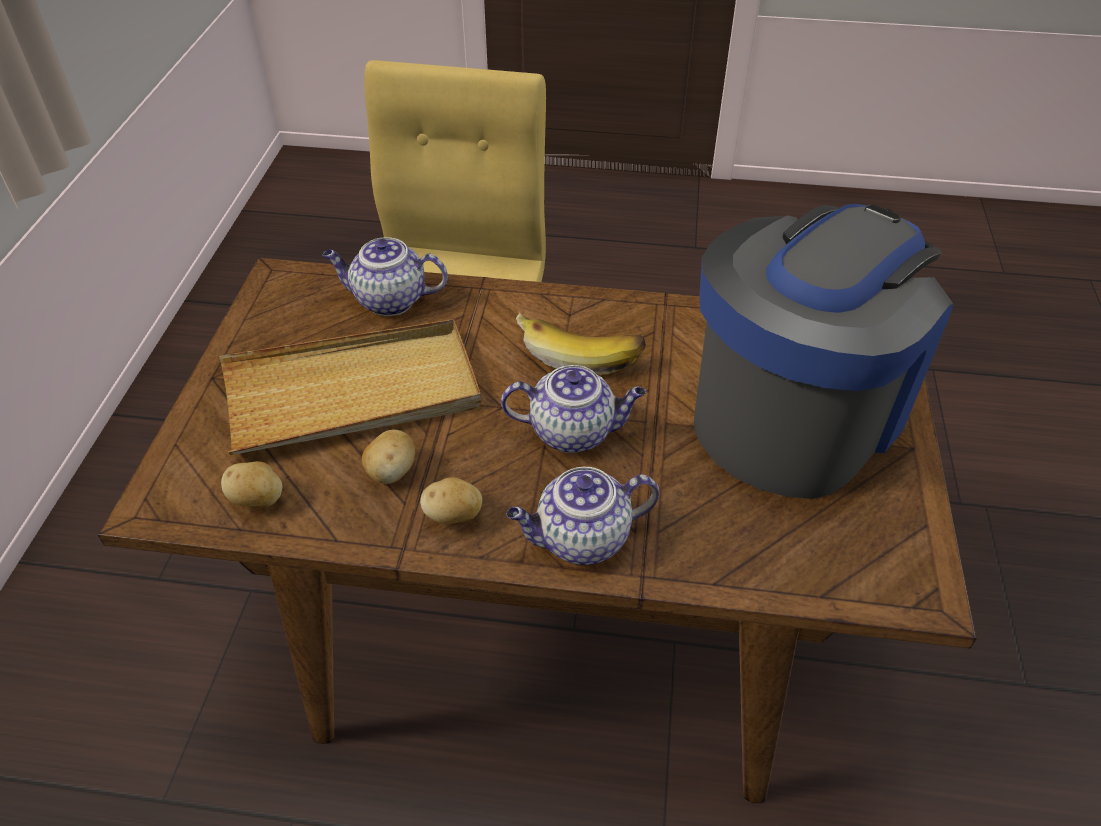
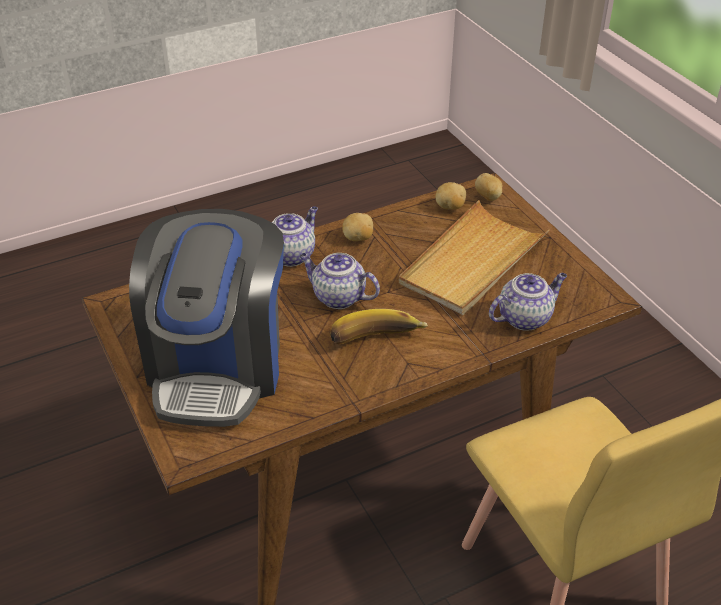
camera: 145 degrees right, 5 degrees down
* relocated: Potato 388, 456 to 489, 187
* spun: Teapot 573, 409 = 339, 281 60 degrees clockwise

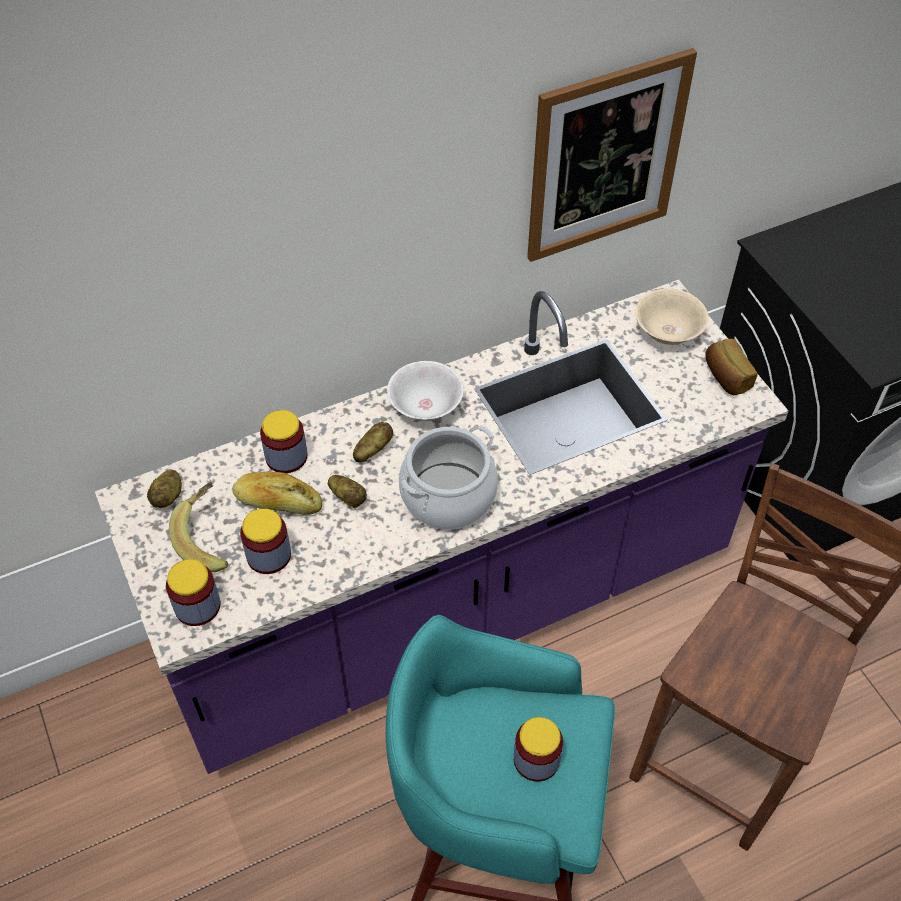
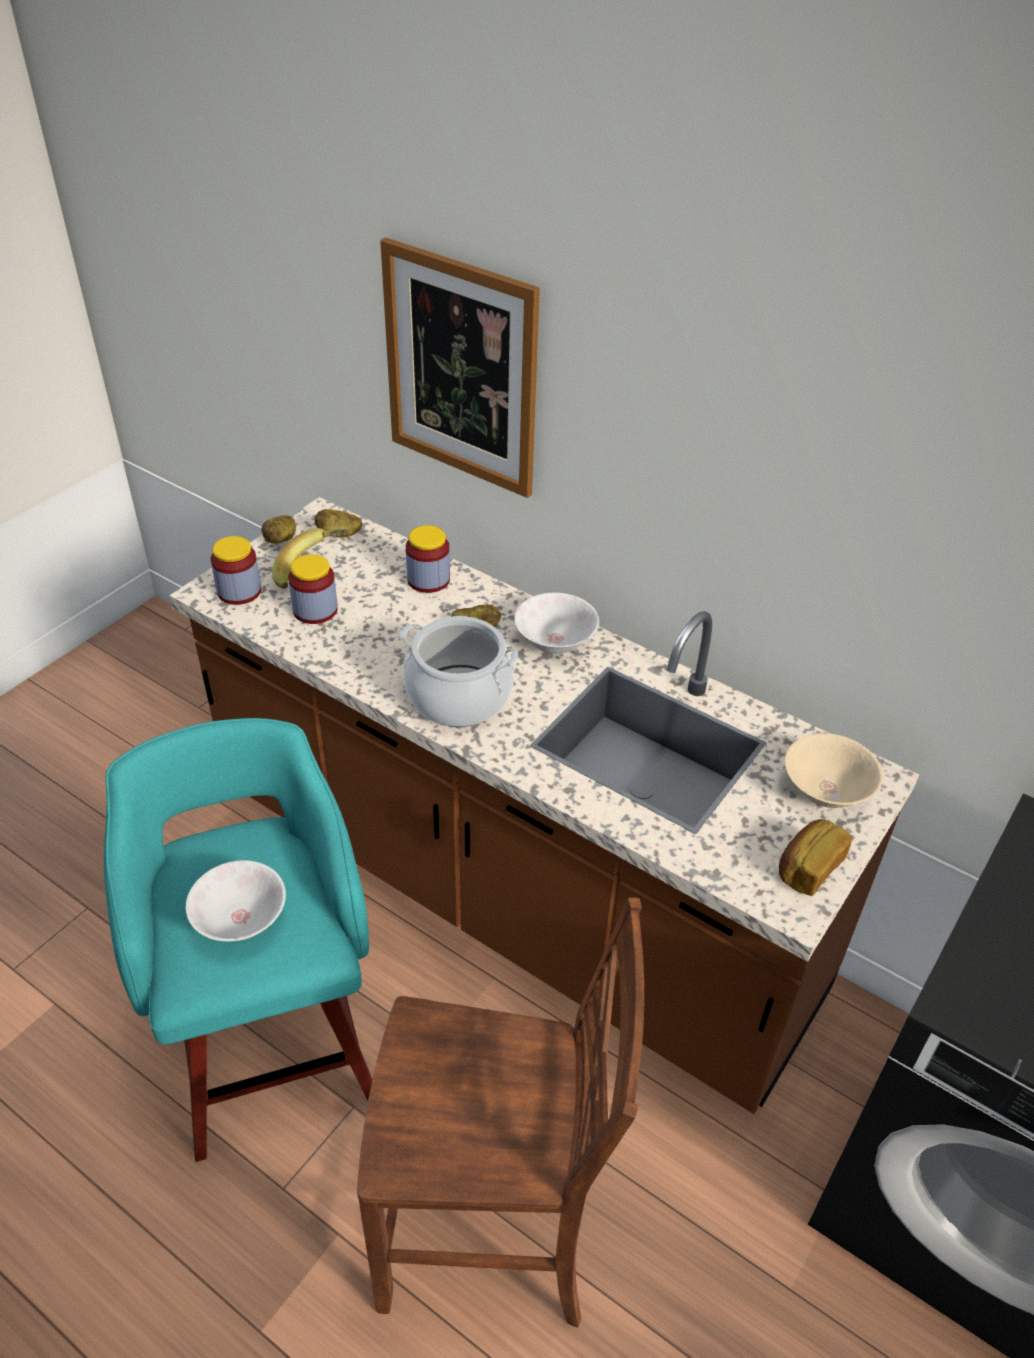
camera: 60 degrees right, 10 degrees down
* colour: PurpleCounter 441, 527 to BrownCounter 544, 805
* missing: Bread 277, 493
* relocated: Potato 347, 491 to 278, 529
* exchanged: Jar 538, 749 to WhiteBowl 236, 900
* relocated: Picture 612, 155 to 460, 367

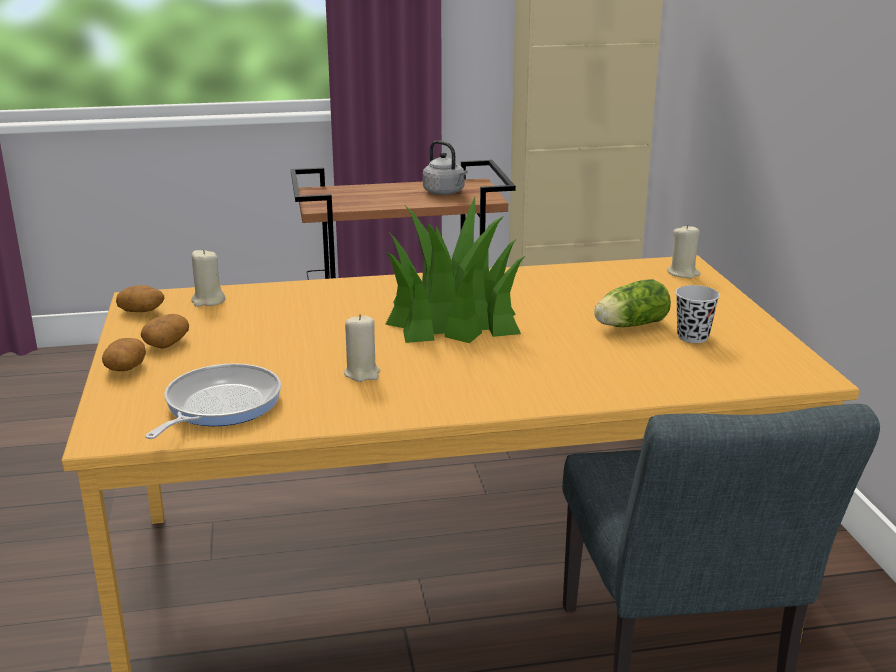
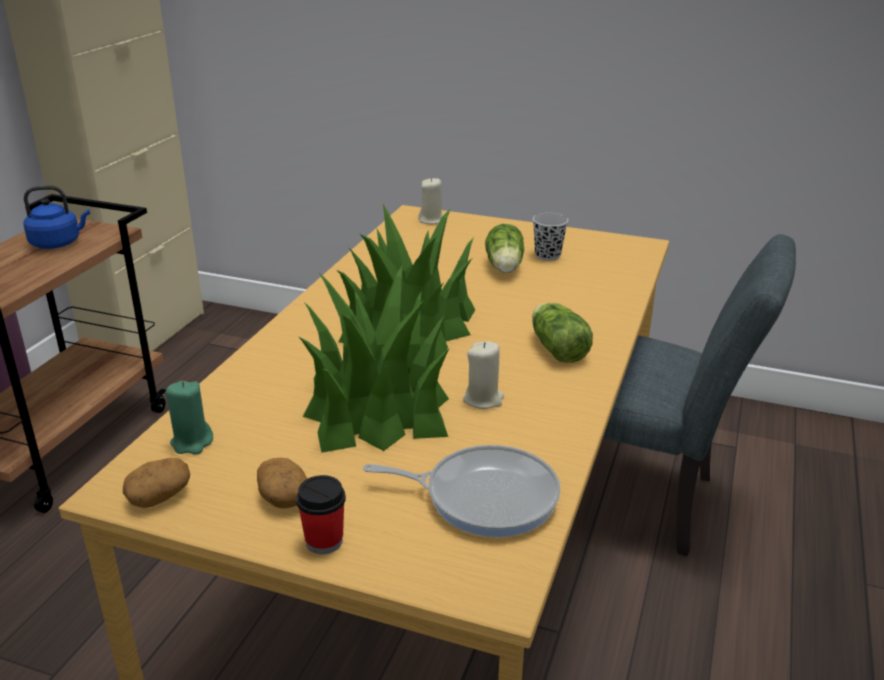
camera: 60 degrees left, 5 degrees up
* exchanged: Potato 124, 354 to Cup 321, 514
* spun: FryingPan 213, 401 = 462, 491 135 degrees clockwise
* colour: BeigeCandle 208, 278 to GreenCandle 189, 418
* colour: GreyKettle 445, 167 to BlueKettle 56, 217
* appeared: PottedPlant 374, 358
* appeared: Lettuce 562, 333

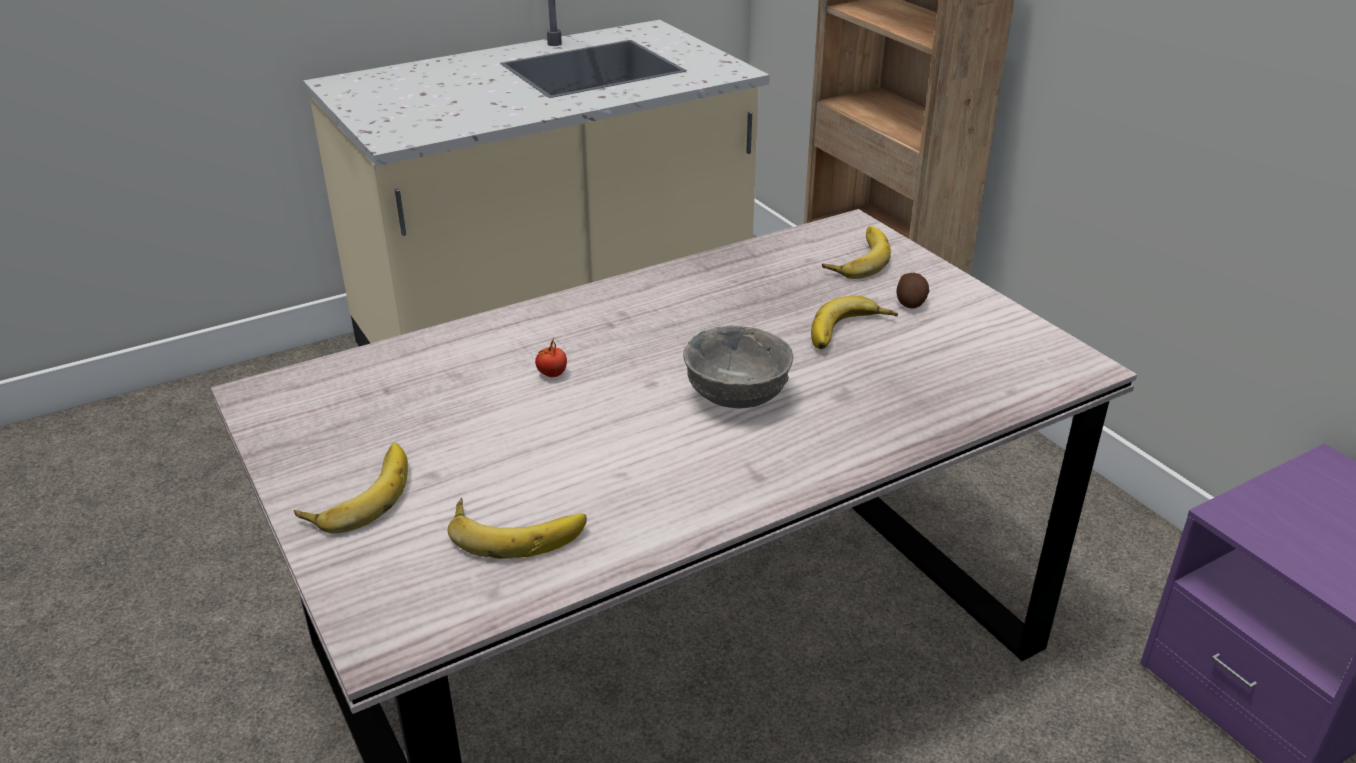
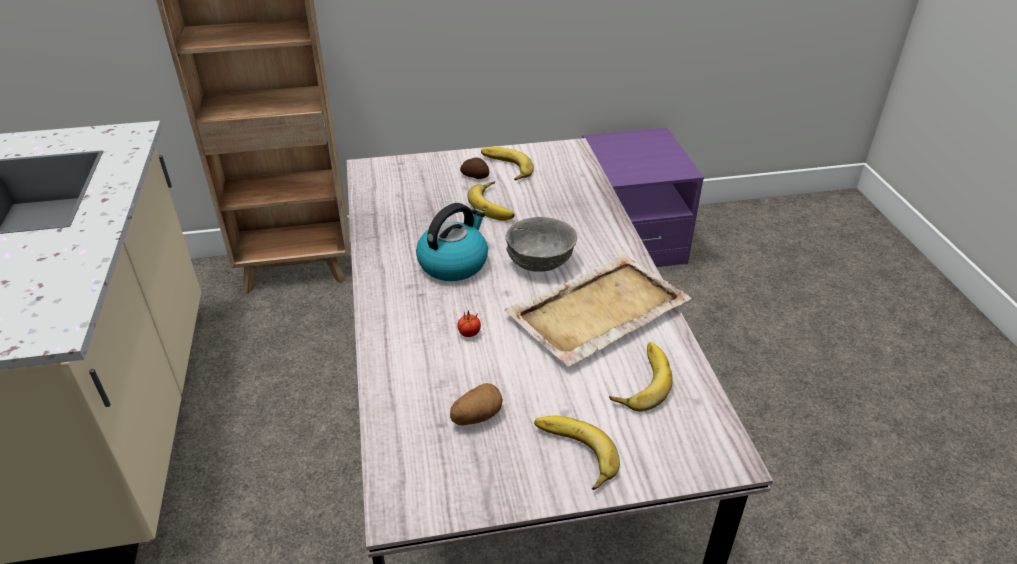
camera: 70 degrees left, 5 degrees up
* relocated: Banana 856, 252 to 507, 164
* appeared: Kettle 452, 242
* appeared: Potato 476, 404
* appeared: BeigeTray 597, 310

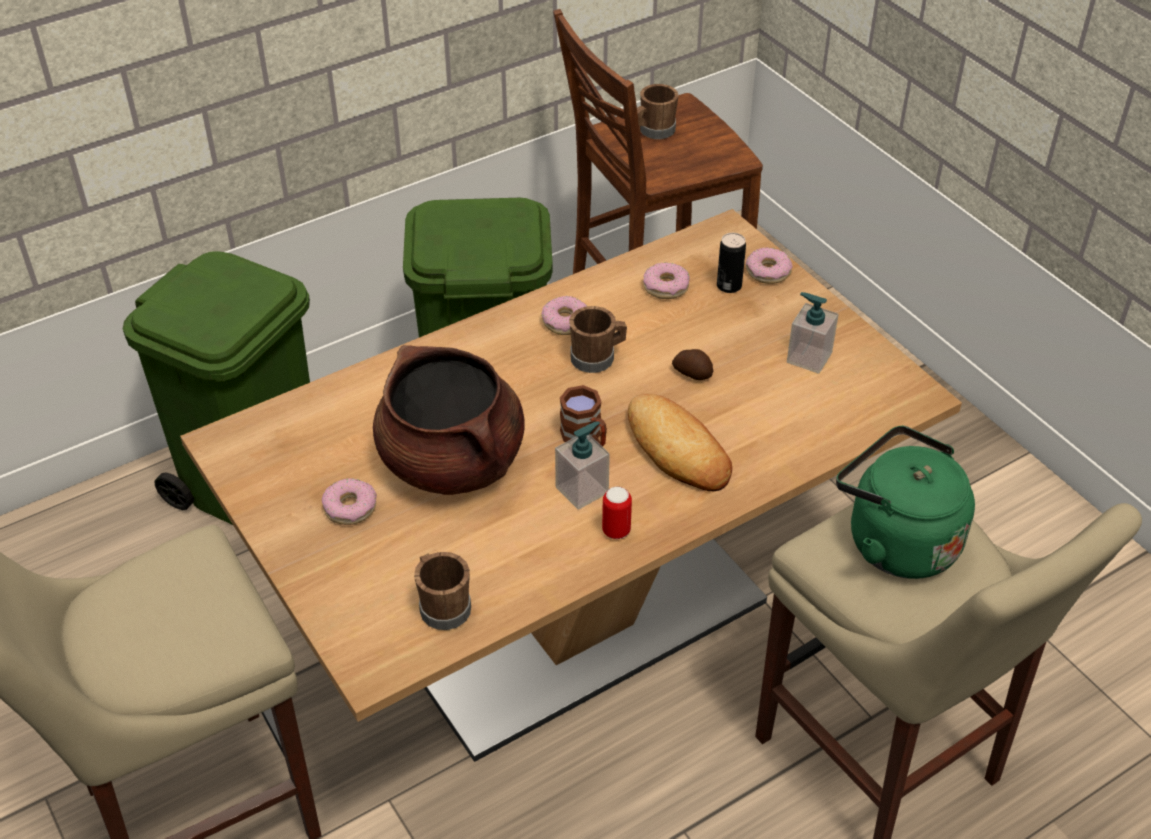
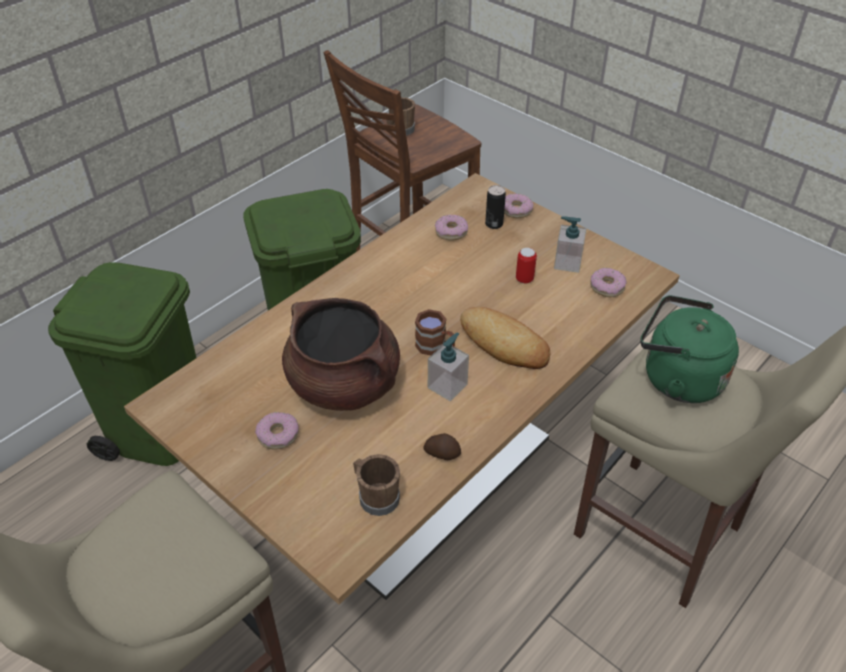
camera: 15 degrees left, 0 degrees up
* relocated: Donut 564, 315 to 608, 282
* missing: BrownMug 598, 339
* relocated: Can 617, 513 to 526, 266
* relocated: Potato 692, 364 to 442, 446

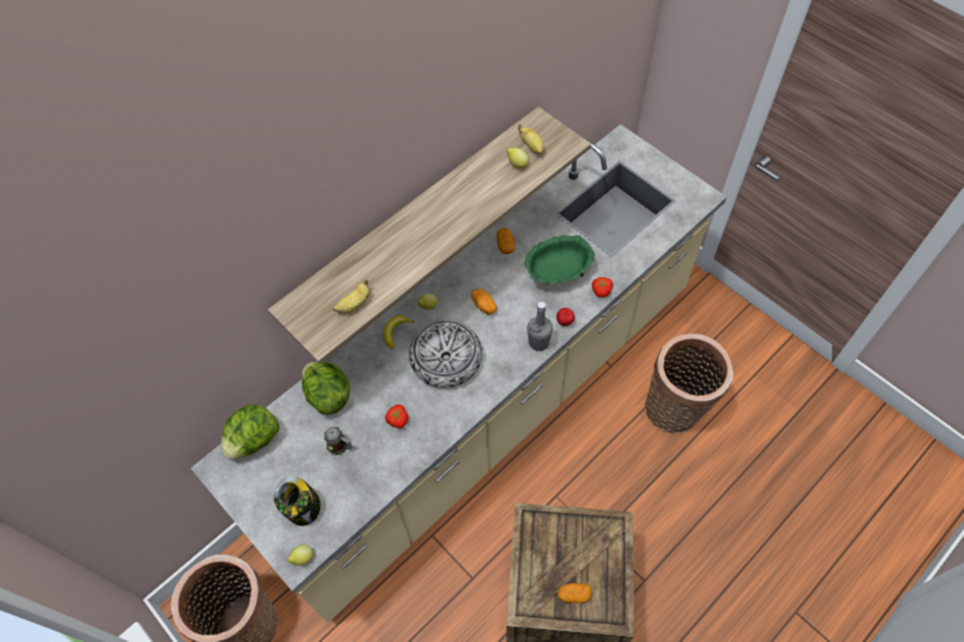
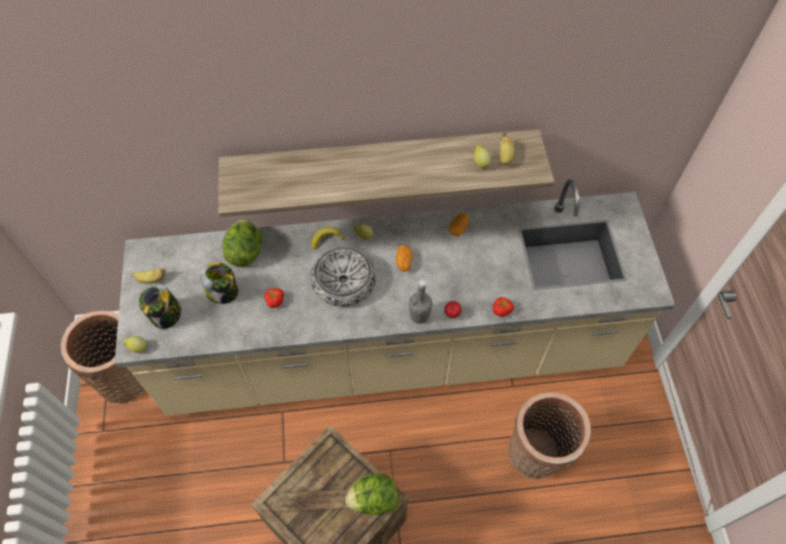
camera: 35 degrees right, 0 degrees up
* relocated: Lettuce 250, 432 to 372, 494
* exchanged: Mug 338, 441 to Jar 219, 283
* relocated: Banana 351, 296 to 148, 276
* missing: GreenBowl 560, 259
* missing: Potato 574, 593

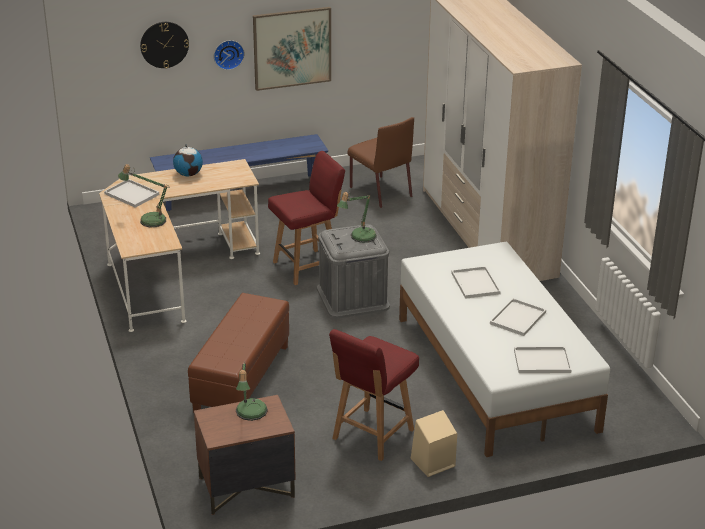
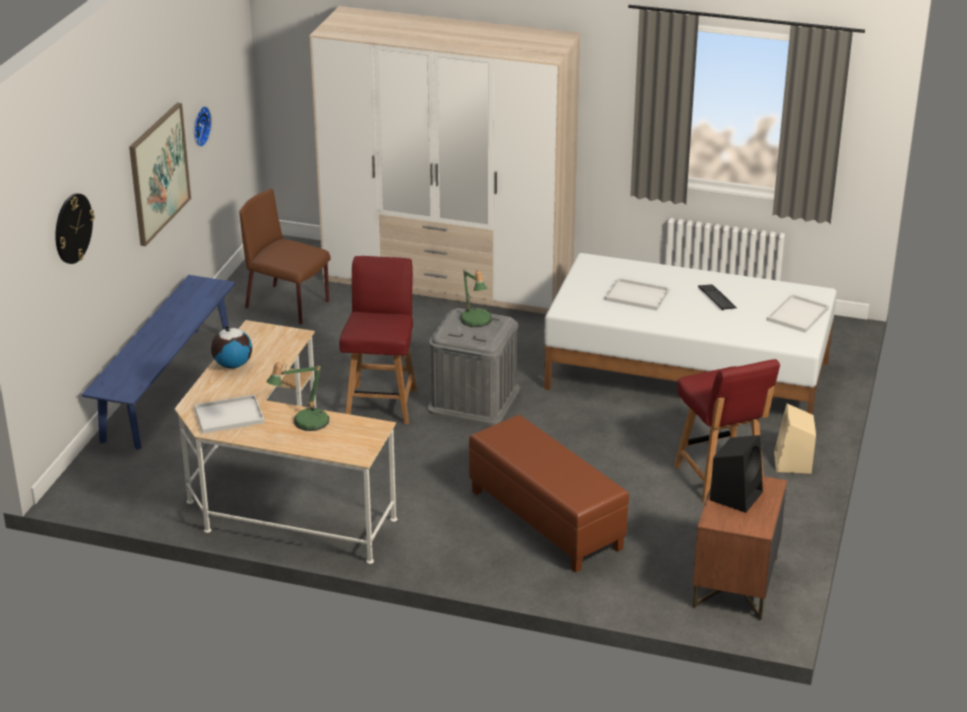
camera: 55 degrees left, 0 degrees up
* relocated: WallClock 229, 55 to 203, 126
* exchanged: TableLamp 252, 391 to BlackSpeaker 736, 474
* spun: BrownChair 380, 162 = 285, 256 150 degrees counterclockwise
* exchanged: WhiteTray 518, 317 to Keyboard 717, 297

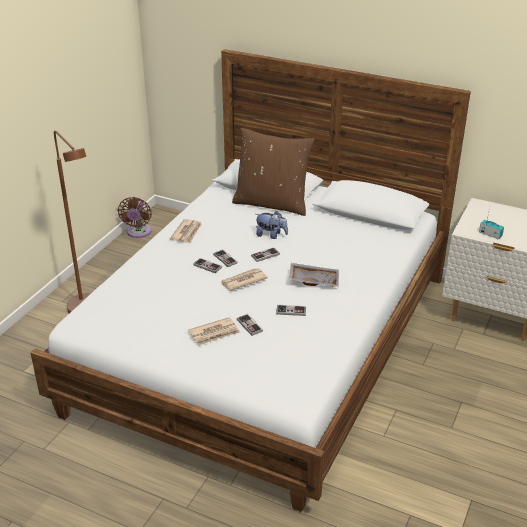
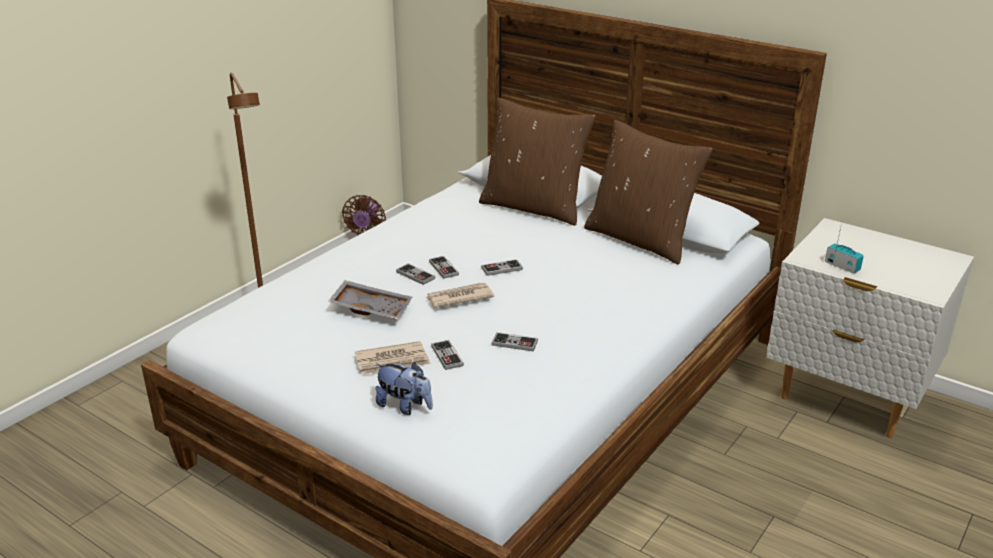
camera: 10 degrees right, 5 degrees down
* missing: Newspaper 186, 231
* relocated: PlushToy 271, 225 to 404, 388
* relocated: GreyTray 314, 275 to 370, 300
* appeared: BrownPillow 648, 192

